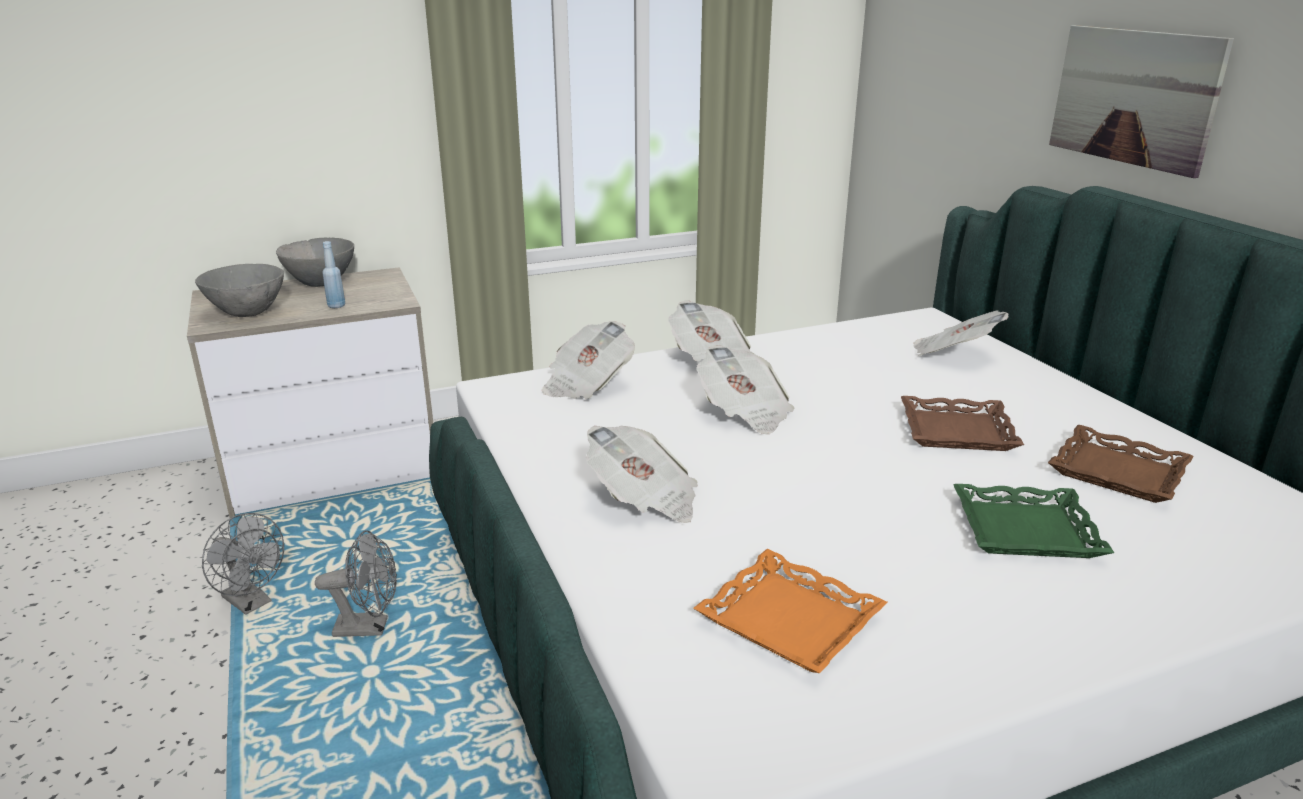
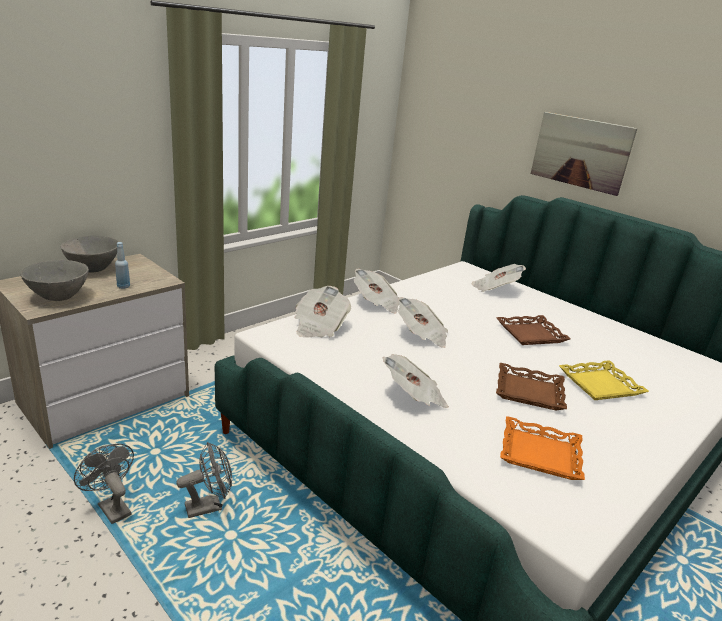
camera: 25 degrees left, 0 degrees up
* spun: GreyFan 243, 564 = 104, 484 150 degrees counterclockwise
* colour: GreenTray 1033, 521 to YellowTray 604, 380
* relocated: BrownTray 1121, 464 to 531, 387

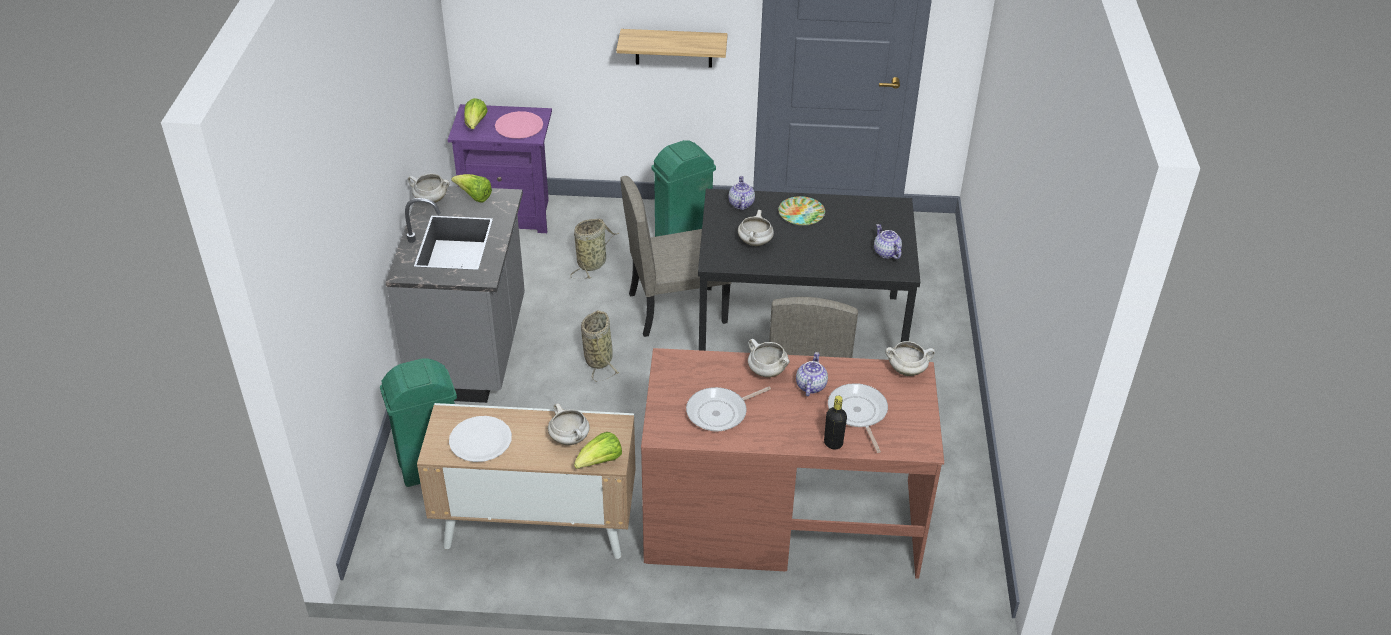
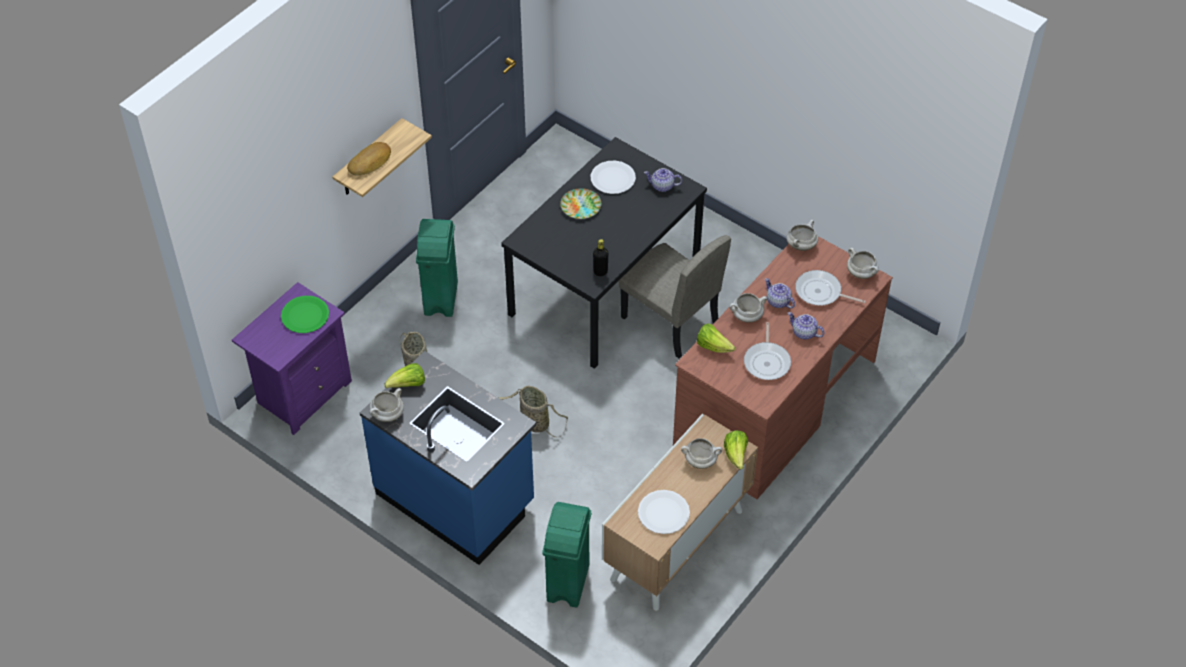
camera: 55 degrees left, 10 degrees up
* colour: GreyCounter 455, 294 to BlueCounter 448, 458
* relocated: Lettuce 476, 113 to 716, 338
* colour: PinkPlate 519, 125 to GreenPlate 305, 314
* missing: BeigeChair 676, 256
* relocated: Teapot 741, 193 to 806, 326
* relocated: WhiteCookingPot 756, 228 to 863, 263
* relocated: BlackBottle 835, 423 to 600, 257
* appeared: Bread 369, 159
* appeared: WhitePlate 613, 177

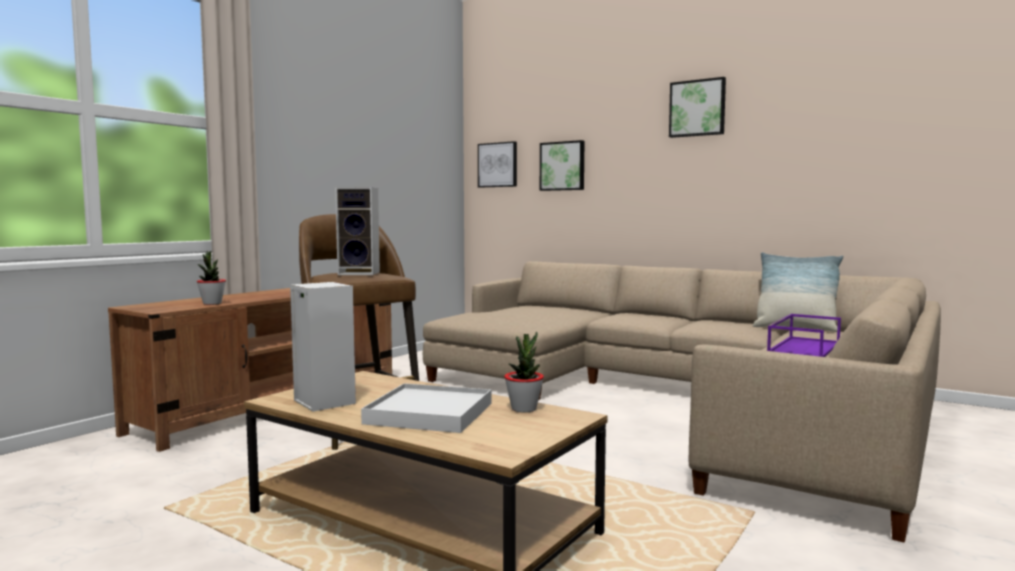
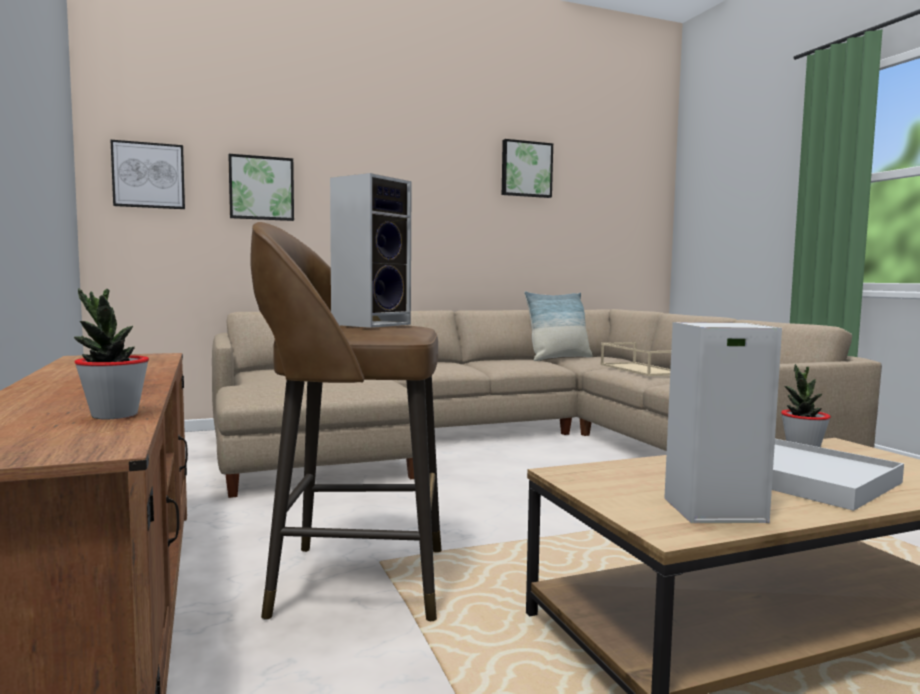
camera: 55 degrees left, 0 degrees up
* relocated: Picture 697, 107 to 527, 168
* colour: PurpleTray 804, 335 to BeigeTray 635, 359

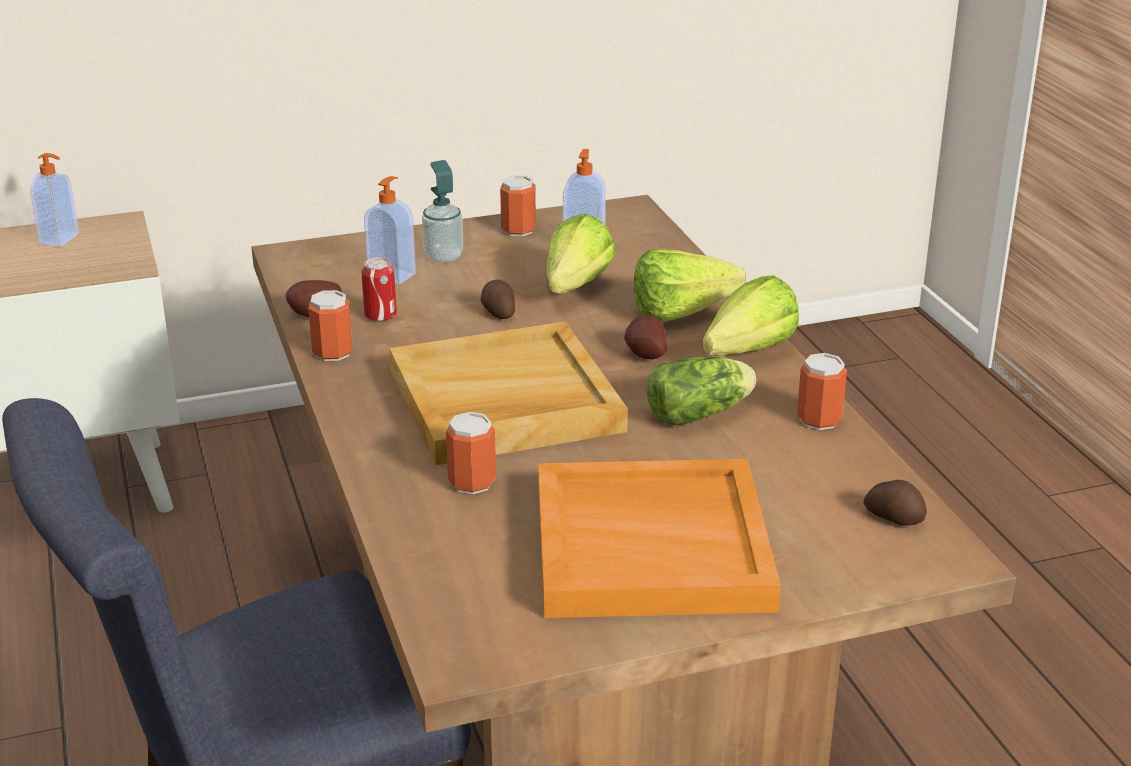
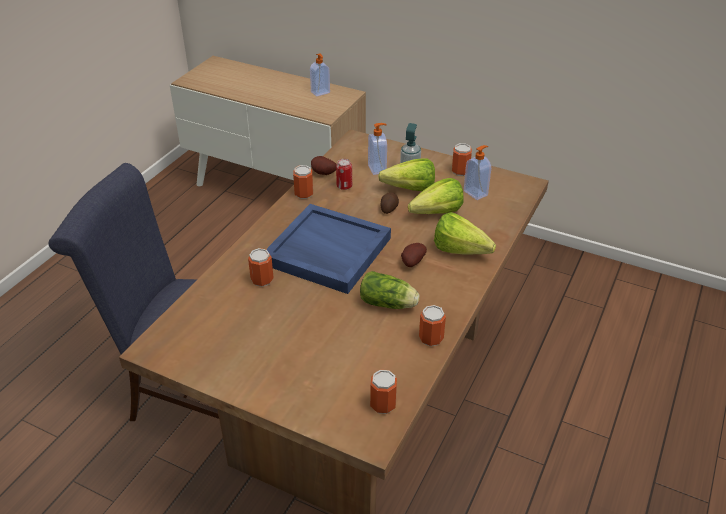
camera: 45 degrees right, 10 degrees up
* colour: BeigeTray 508, 393 to BlueTray 328, 249
* missing: OrangeTray 659, 538
* relocated: Lettuce 751, 315 to 406, 174
* exchanged: Potato 895, 503 to Can 383, 392

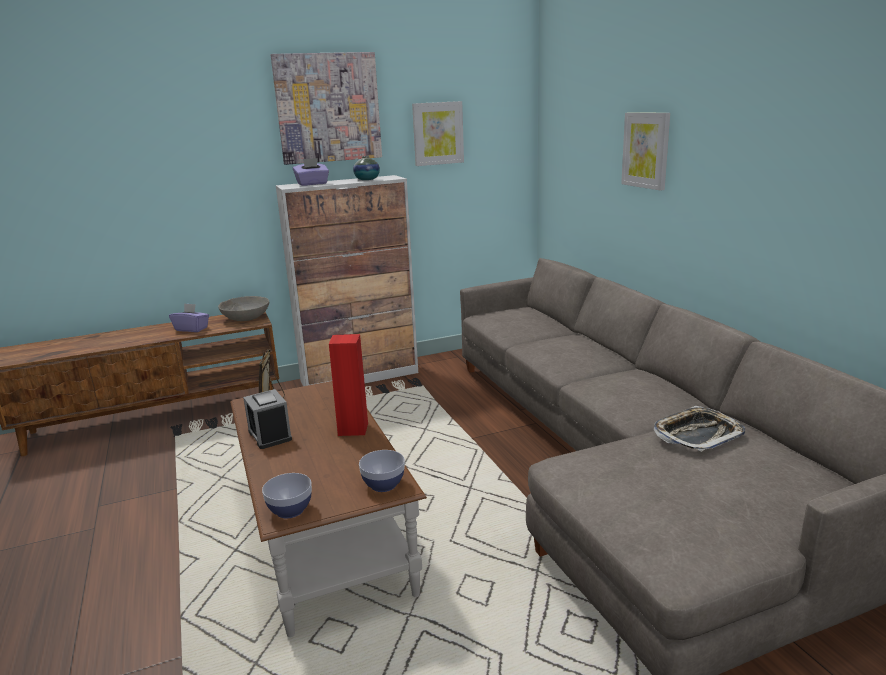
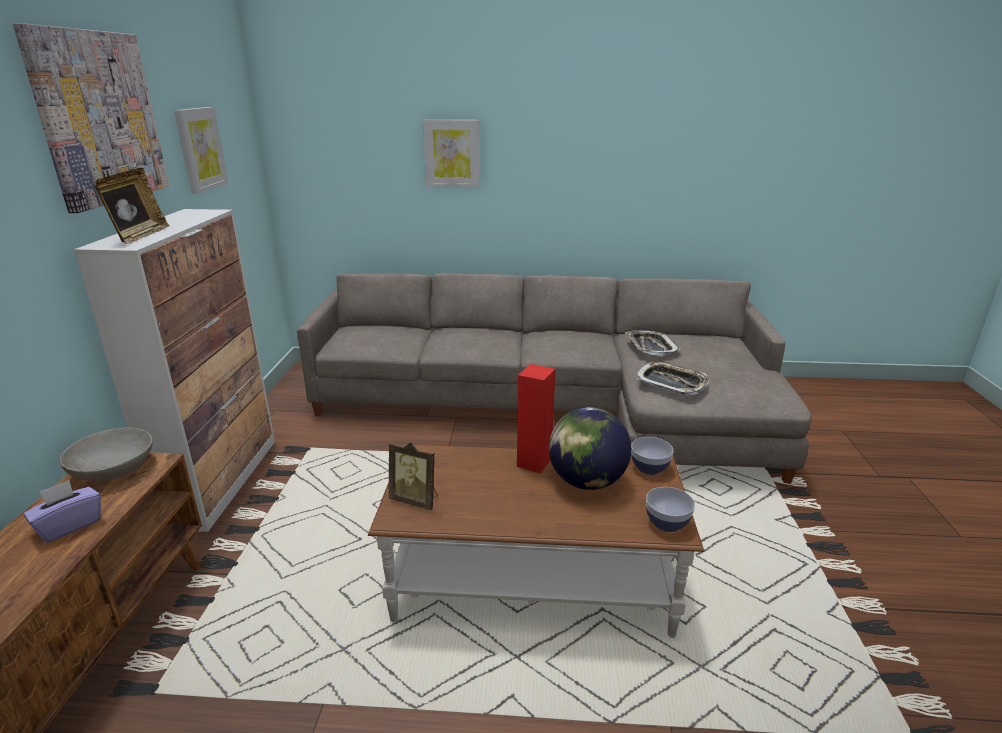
camera: 65 degrees left, 5 degrees up
* missing: AlarmClock 267, 419
* exchanged: PurpleTissueBox 311, 172 to PictureFrame 132, 206
* missing: Vase 366, 168
* appeared: Globe 590, 448
* appeared: Tray 673, 378

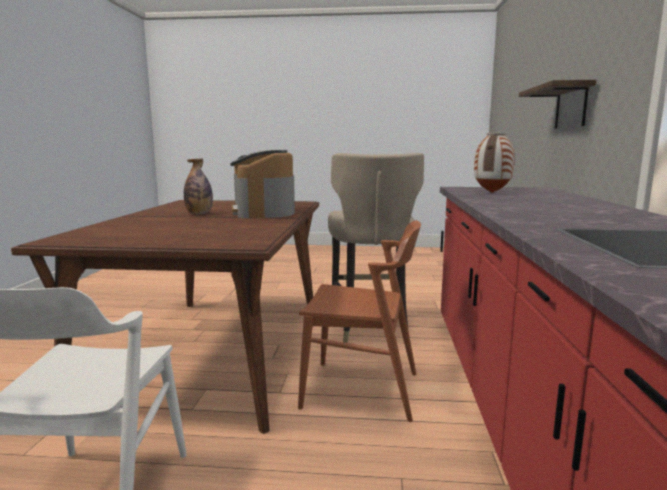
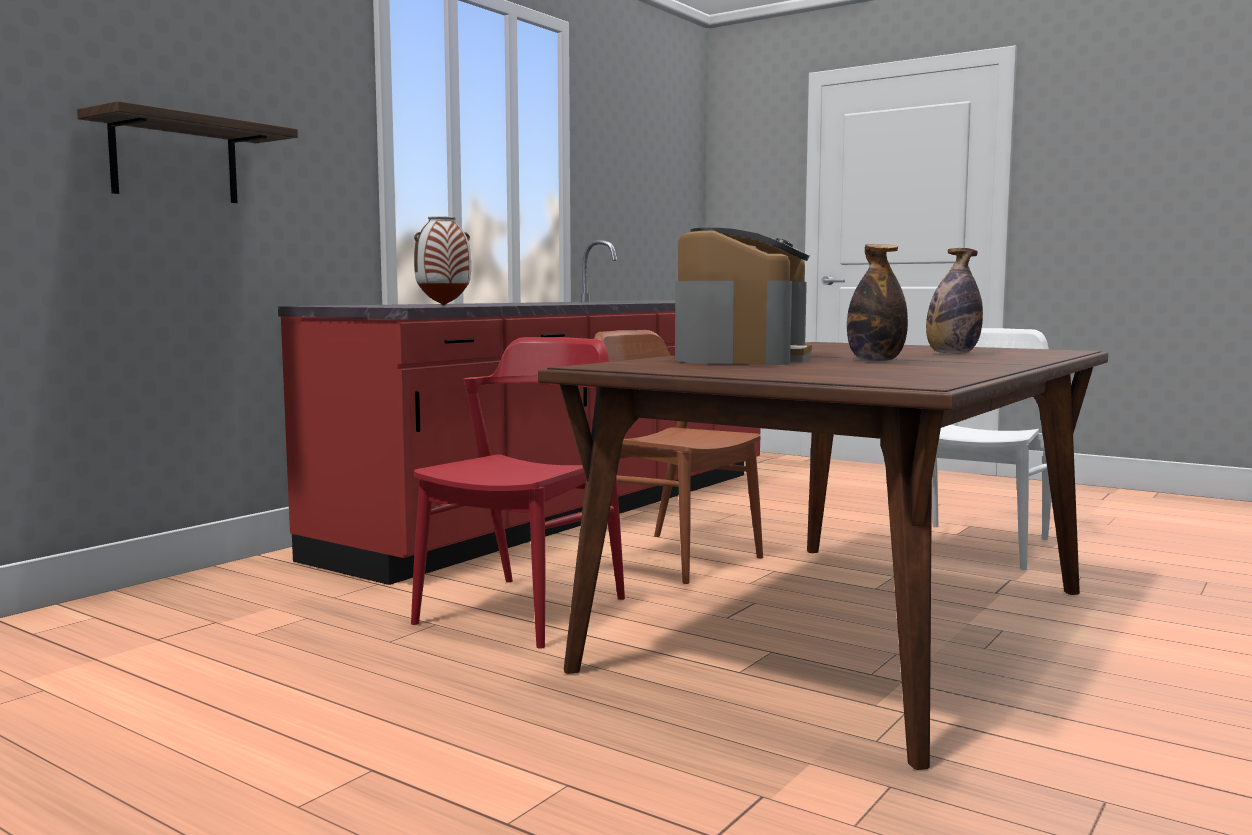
camera: 150 degrees left, 5 degrees down
* exchanged: BeigeStool 376, 248 to RedChair 518, 493
* appeared: Bottle 954, 301

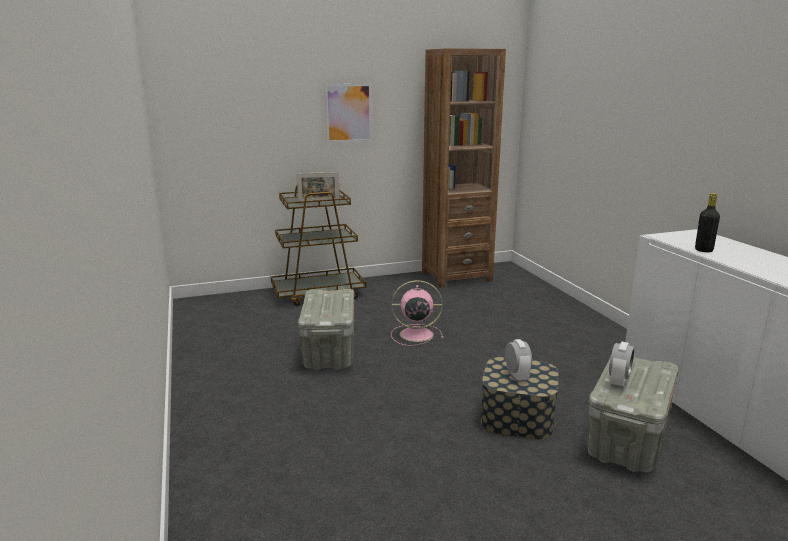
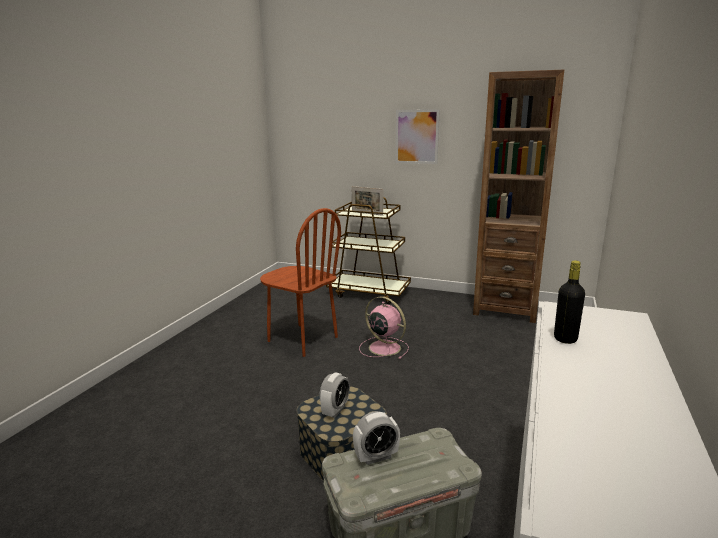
camera: 40 degrees right, 0 degrees up
* exchanged: GreyStorageBox 326, 329 to BrownChair 300, 282

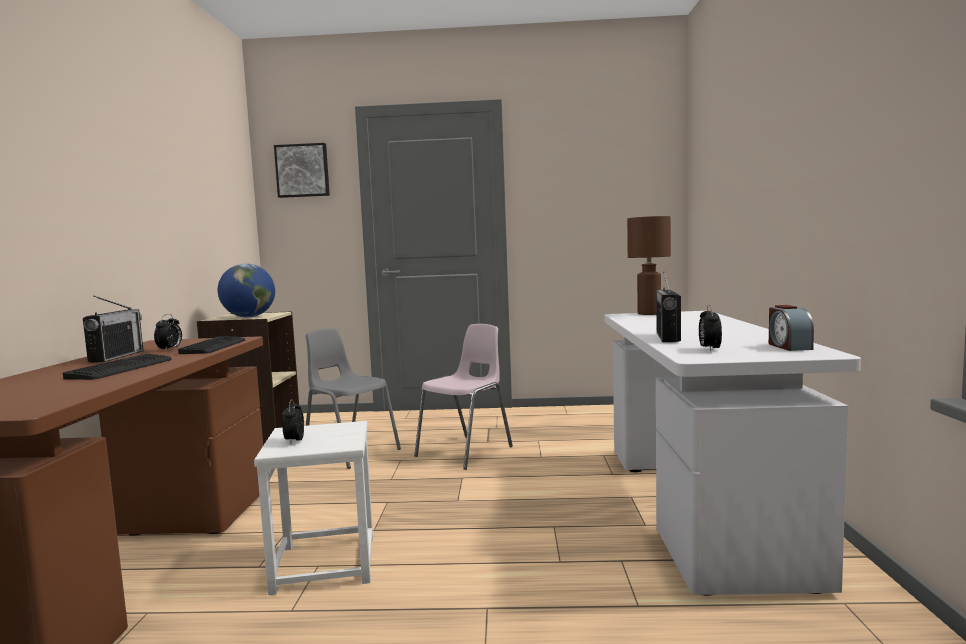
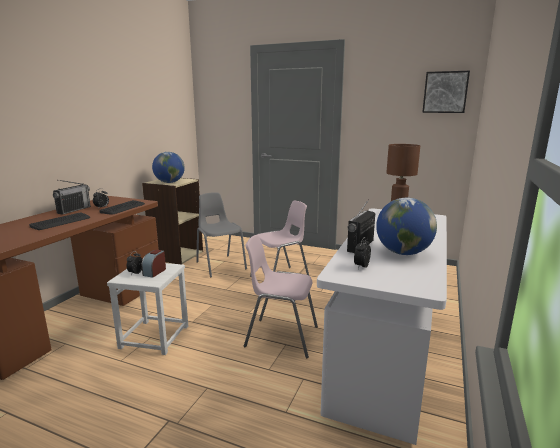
camera: 20 degrees right, 10 degrees up
* relocated: Picture 302, 170 to 446, 92
* relocated: AlarmClock 791, 328 to 154, 264
* appeared: PinkChair 281, 296
* appeared: Globe 406, 226

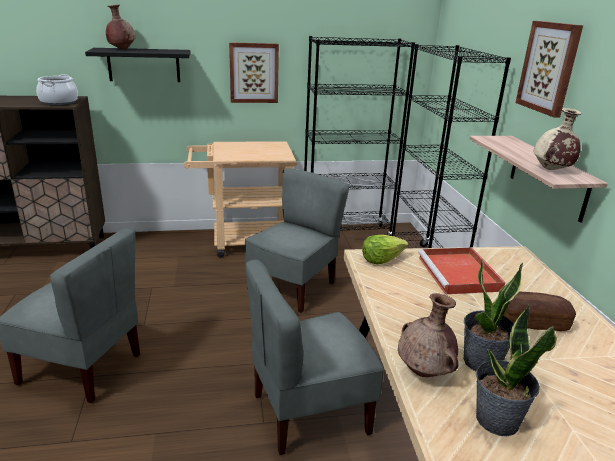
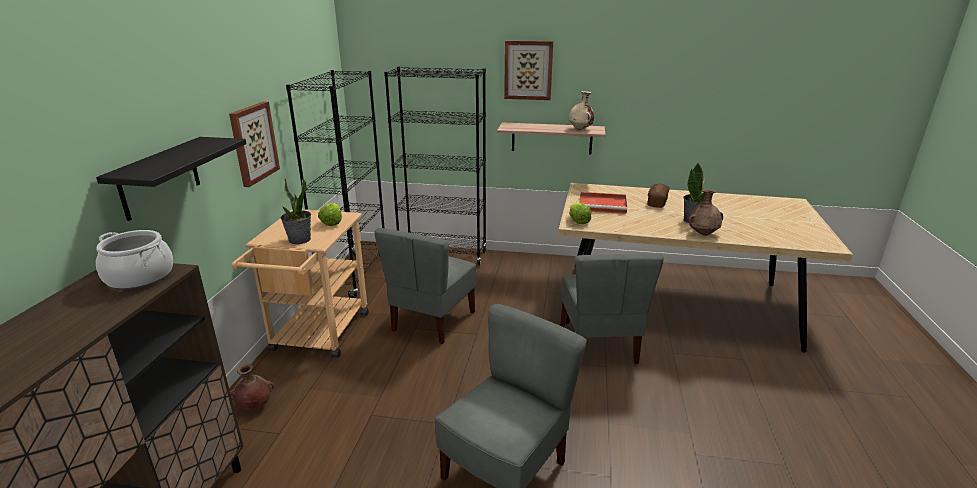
camera: 70 degrees left, 0 degrees up
* relocated: BrownVase 121, 27 to 252, 386
* spun: GreyChair 297, 240 = 425, 286 120 degrees counterclockwise
* relocated: PottedPlant 516, 370 to 296, 210
* appeared: Lettuce 330, 214

